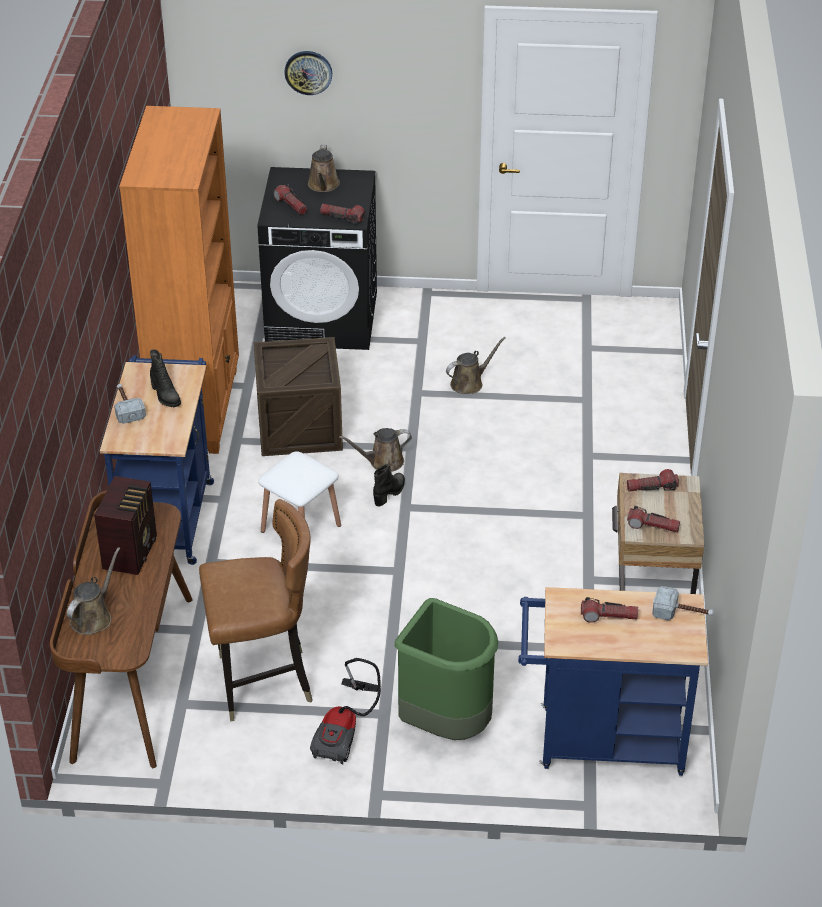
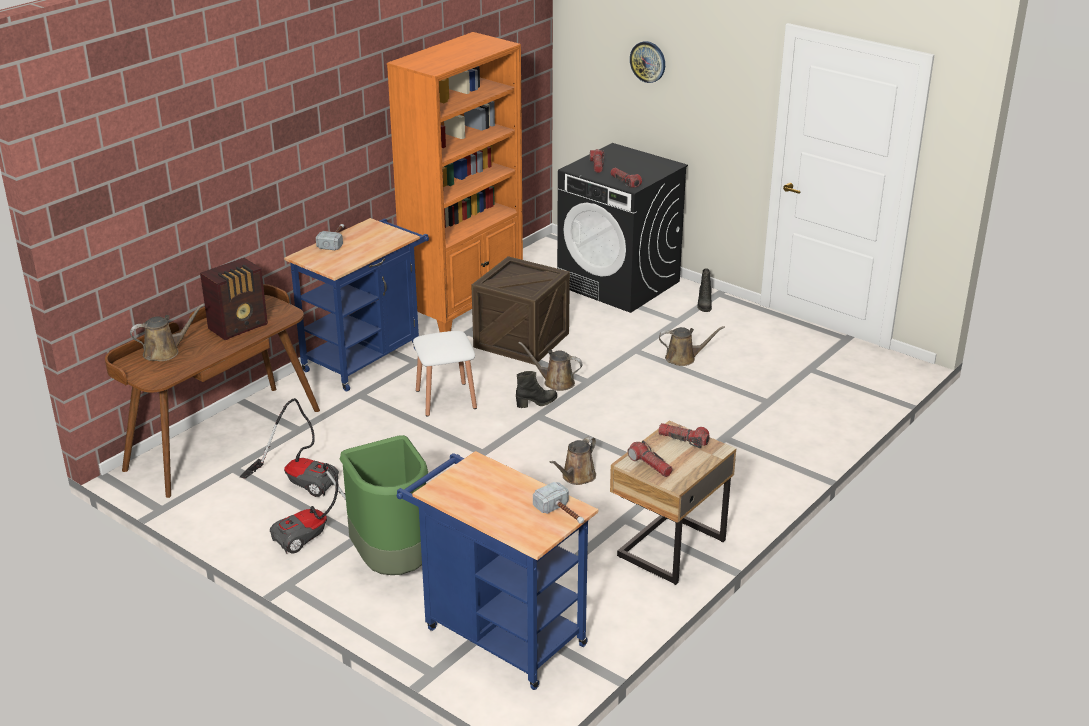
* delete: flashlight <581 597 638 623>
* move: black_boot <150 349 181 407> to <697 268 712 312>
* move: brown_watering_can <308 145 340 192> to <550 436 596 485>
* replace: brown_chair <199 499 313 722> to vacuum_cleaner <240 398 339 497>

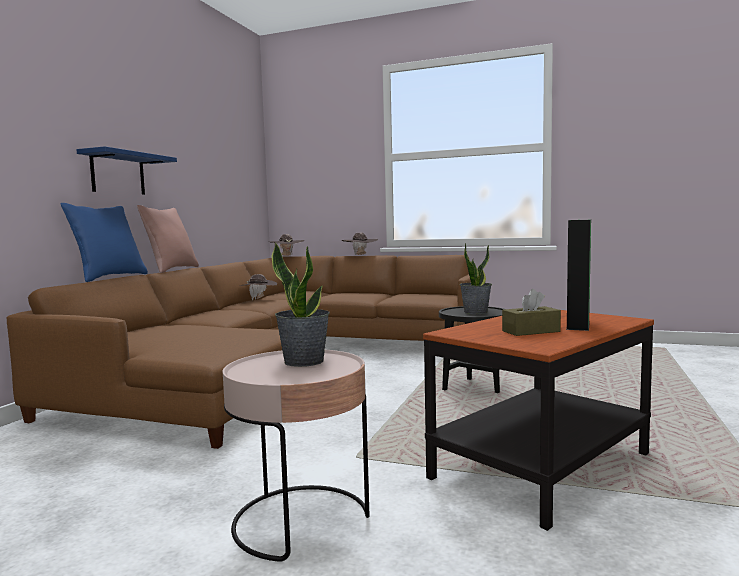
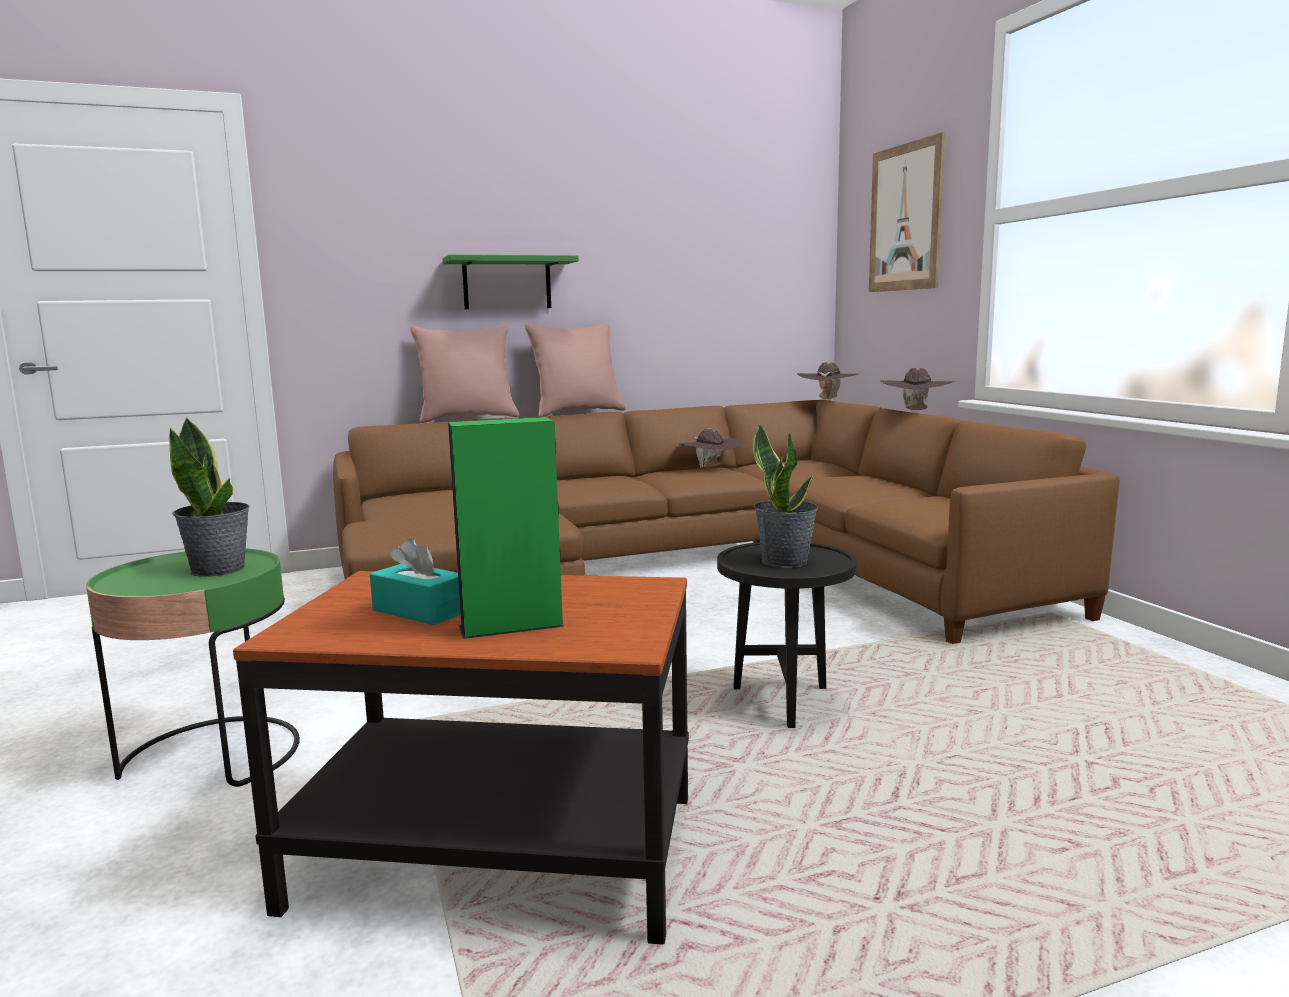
* insert: picture <869 132 945 292>
* recolor: blue_pillow <60 203 148 282> to pink_pillow <410 326 519 423>
* recolor: blue_shelf <77 146 177 195> to green_shelf <443 255 579 309>
* recolor: pink_side_table <223 350 370 562> to green_side_table <86 548 300 787>
* recolor: brown_tissue_box <502 289 561 336> to turquoise_tissue_box <370 538 461 625>

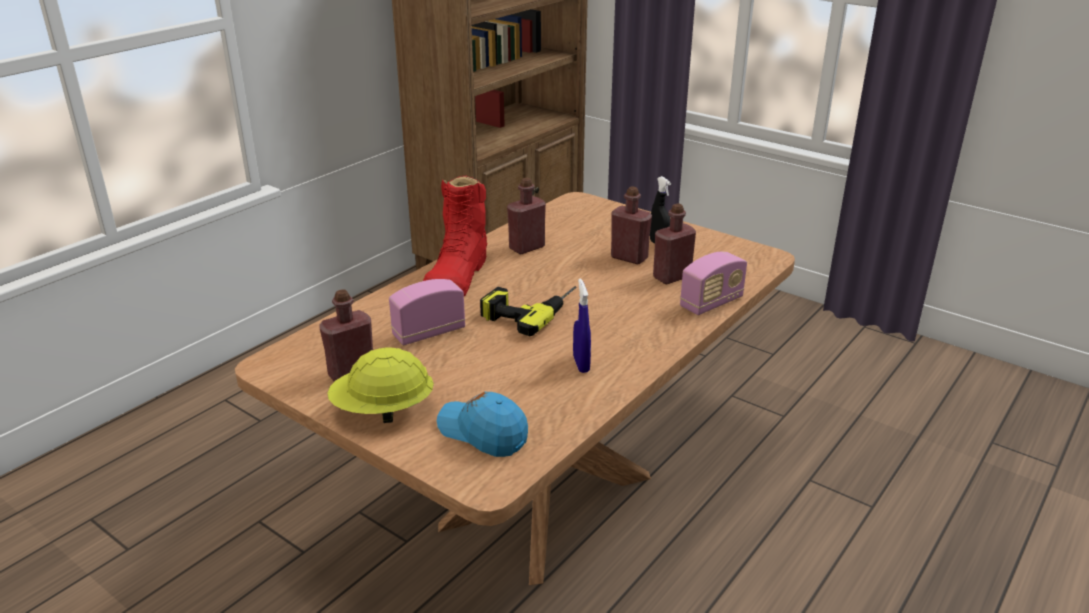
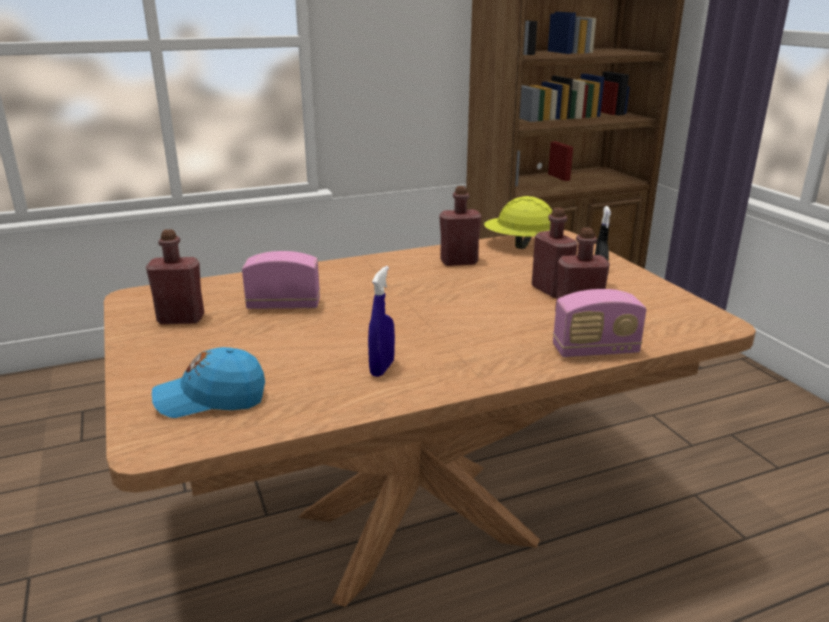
* delete: red_boot <423 176 487 296>
* delete: power_drill <480 286 576 336>
* move: yellow_hard_hat <328 347 434 423> to <484 196 552 249>
* rotate: blue_cap <437 392 528 457> = <152 347 265 418> 75 degrees counterclockwise

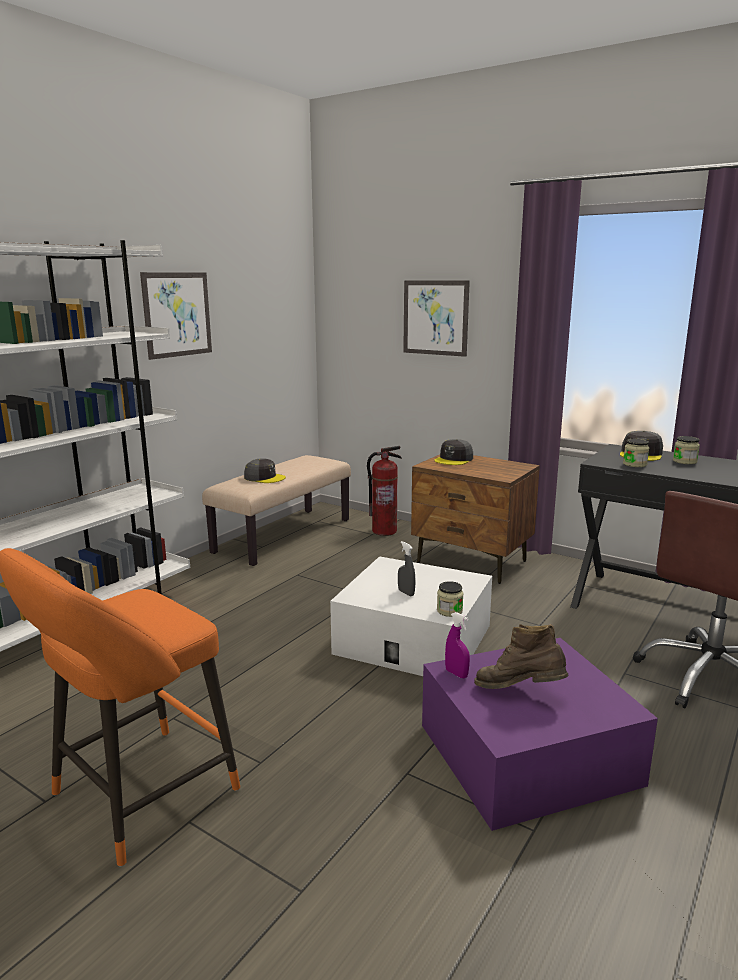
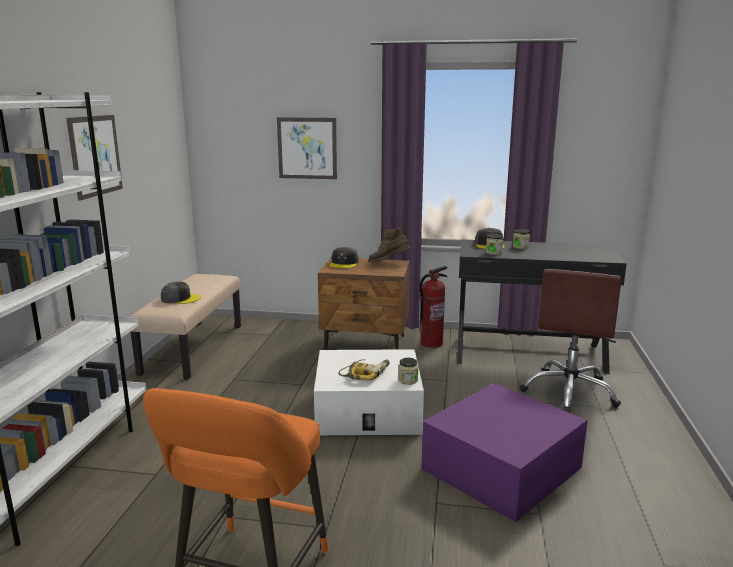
* delete: purple_spray_bottle <445 612 470 678>
* move: fire_extinguisher <367 446 402 536> to <419 266 447 348>
* move: brown_boot <474 624 569 689> to <368 227 411 262>
* replace: grey_spray_bottle <398 541 415 596> to power_drill <339 359 390 381>

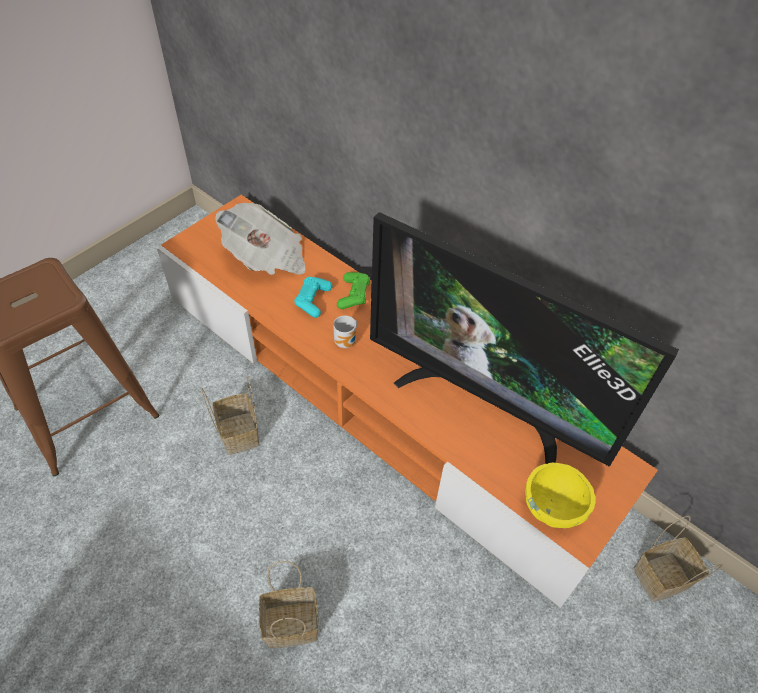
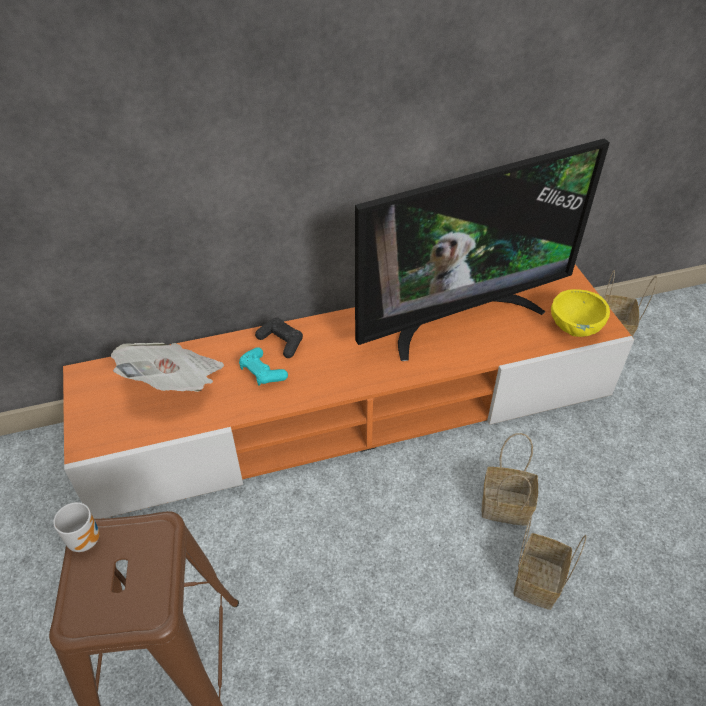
* move: basket <201 376 260 455> to <482 433 538 526>
* move: mug <333 315 358 348> to <53 502 99 552>
* recolor: green_game_controller <337 272 370 309> to black_game_controller <255 318 303 358>

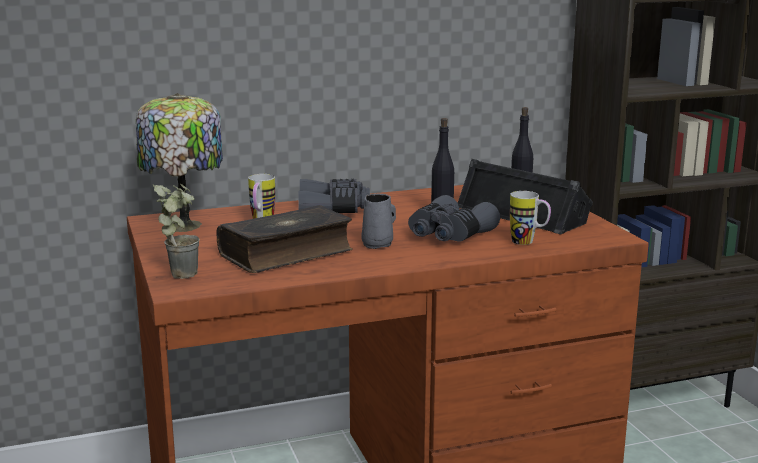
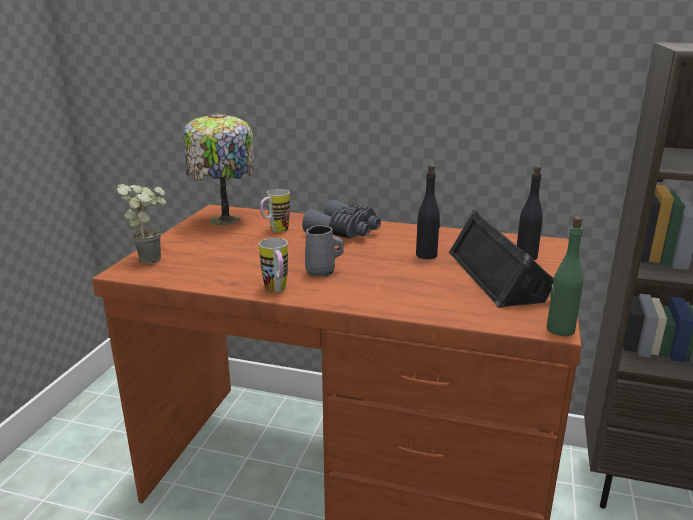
* delete: book <216 205 353 273>
* delete: grey_binoculars <408 195 500 242>
* insert: green_bottle <547 217 584 336>
* move: mug <510 191 551 245> to <259 238 288 292>

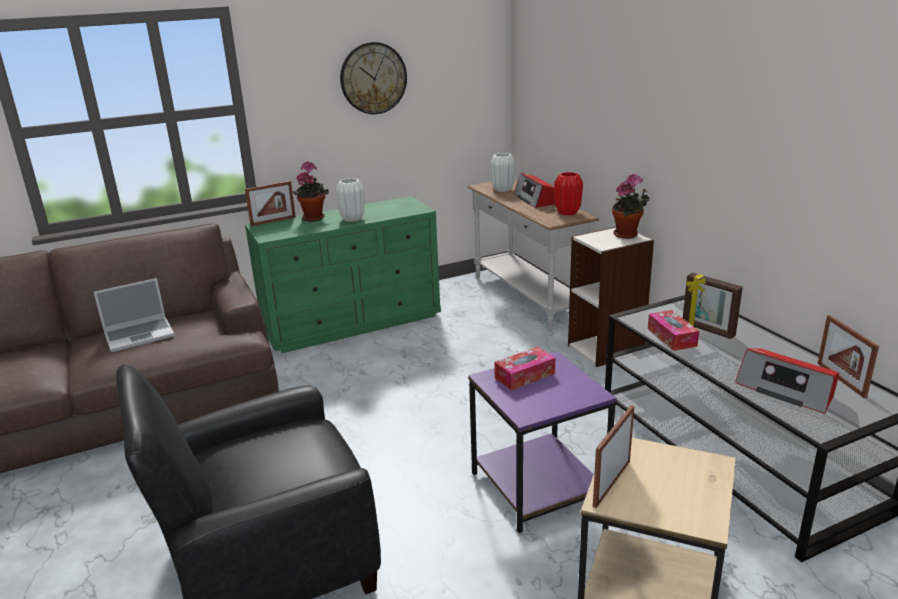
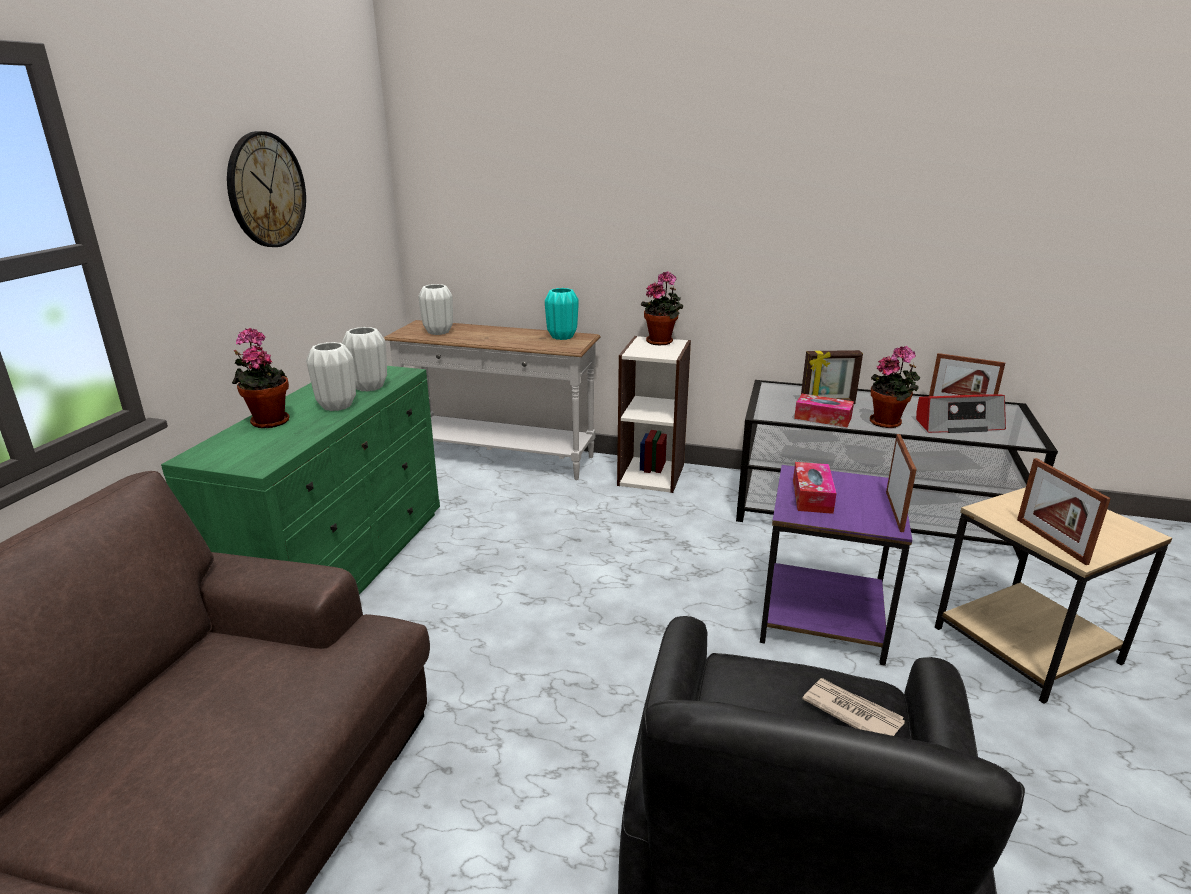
* delete: laptop <94 278 175 352>
* delete: radio <514 173 555 208>
* insert: white_vase <342 327 387 391>
* insert: newspaper <802 678 905 736>
* insert: potted_plant <870 346 920 428>
* move: picture_frame <245 181 296 226> to <886 434 917 532>
* recolor: red_vase <554 172 583 215> to turquoise_vase <545 288 579 340>

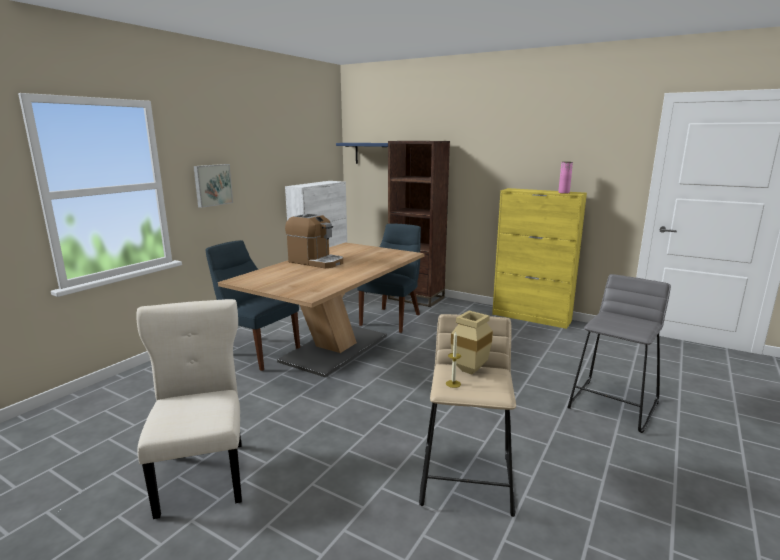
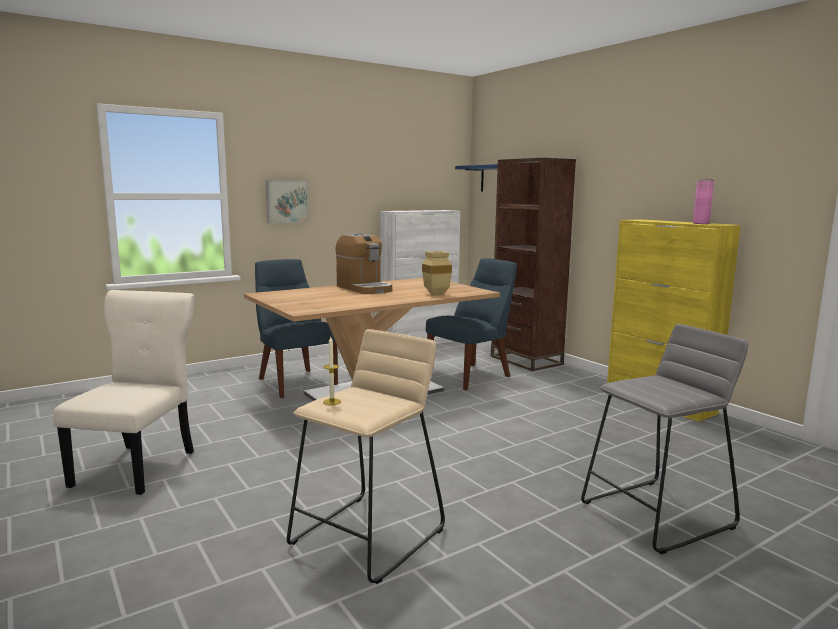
* move: beige_vase <451 311 493 375> to <422 251 452 295>

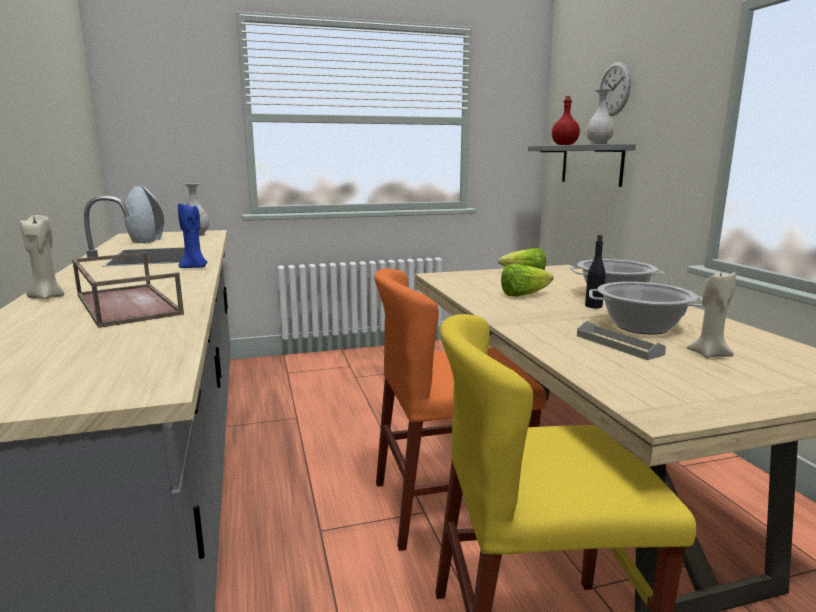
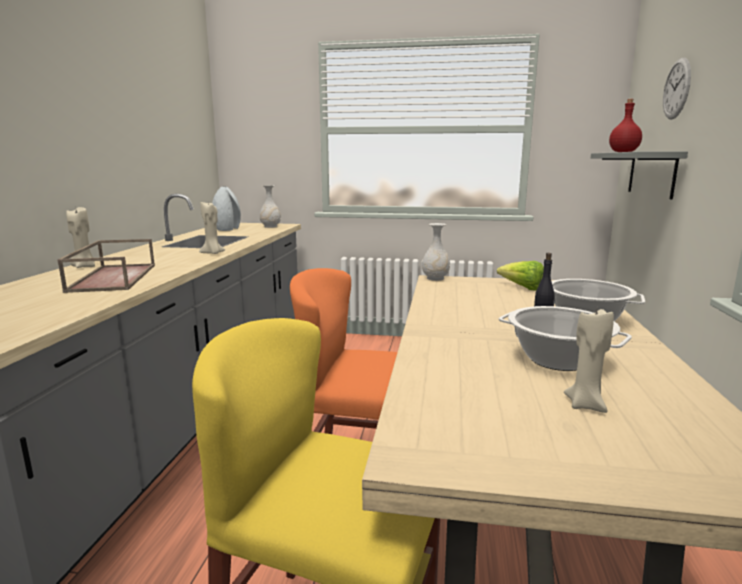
* delete: lettuce <501 264 554 297>
* delete: grey_tray <577 321 666 360>
* move: white_vase <586 89 614 144> to <422 223 450 281>
* recolor: blue_candle <178 204 208 268> to beige_candle <199 200 225 254>

